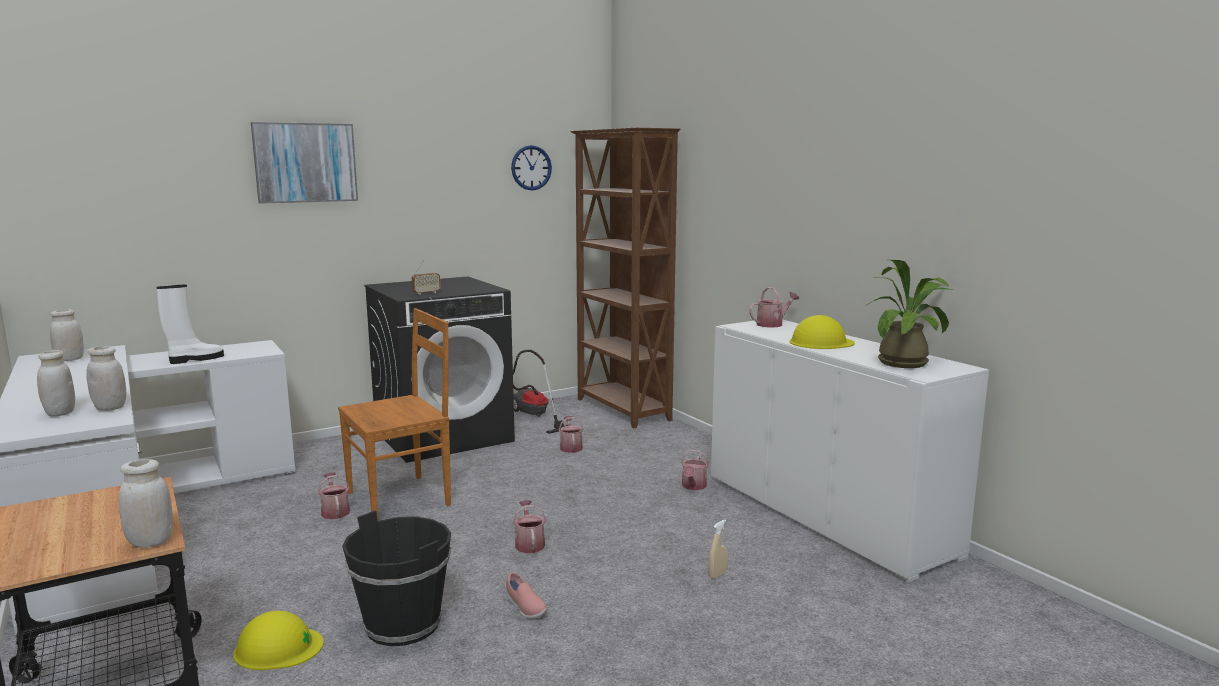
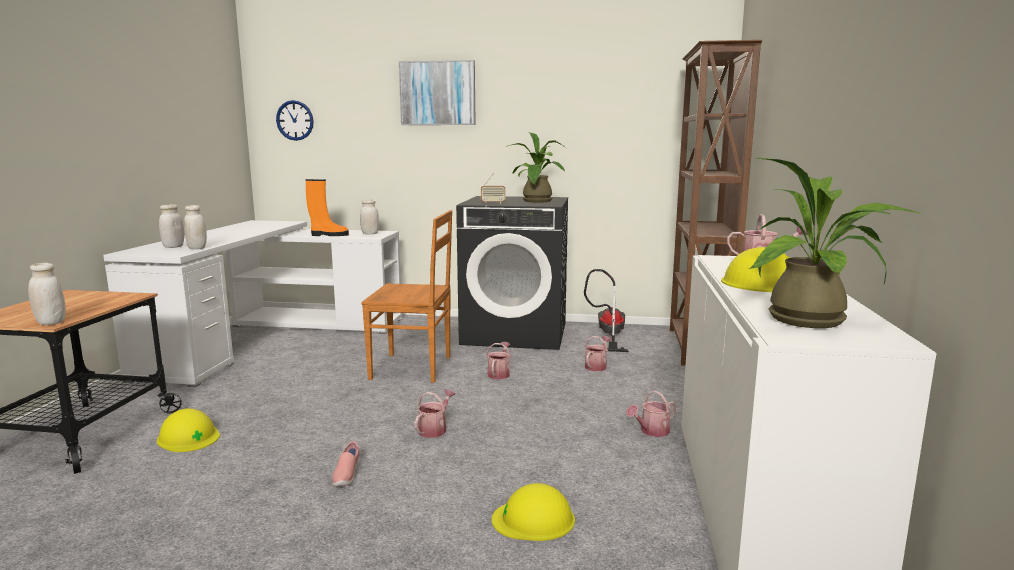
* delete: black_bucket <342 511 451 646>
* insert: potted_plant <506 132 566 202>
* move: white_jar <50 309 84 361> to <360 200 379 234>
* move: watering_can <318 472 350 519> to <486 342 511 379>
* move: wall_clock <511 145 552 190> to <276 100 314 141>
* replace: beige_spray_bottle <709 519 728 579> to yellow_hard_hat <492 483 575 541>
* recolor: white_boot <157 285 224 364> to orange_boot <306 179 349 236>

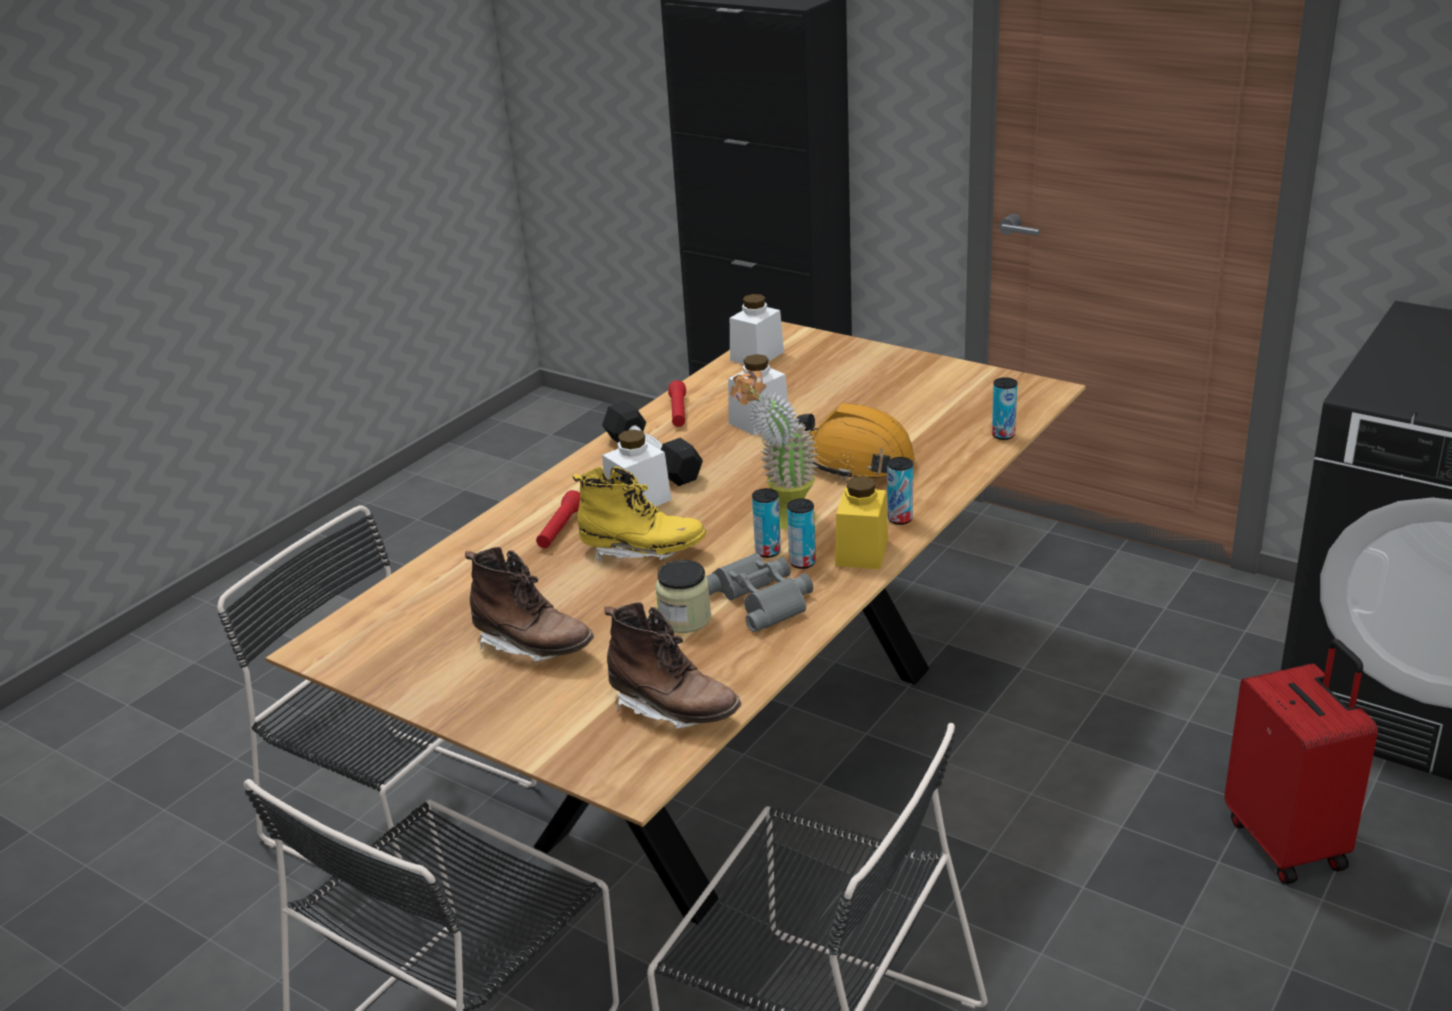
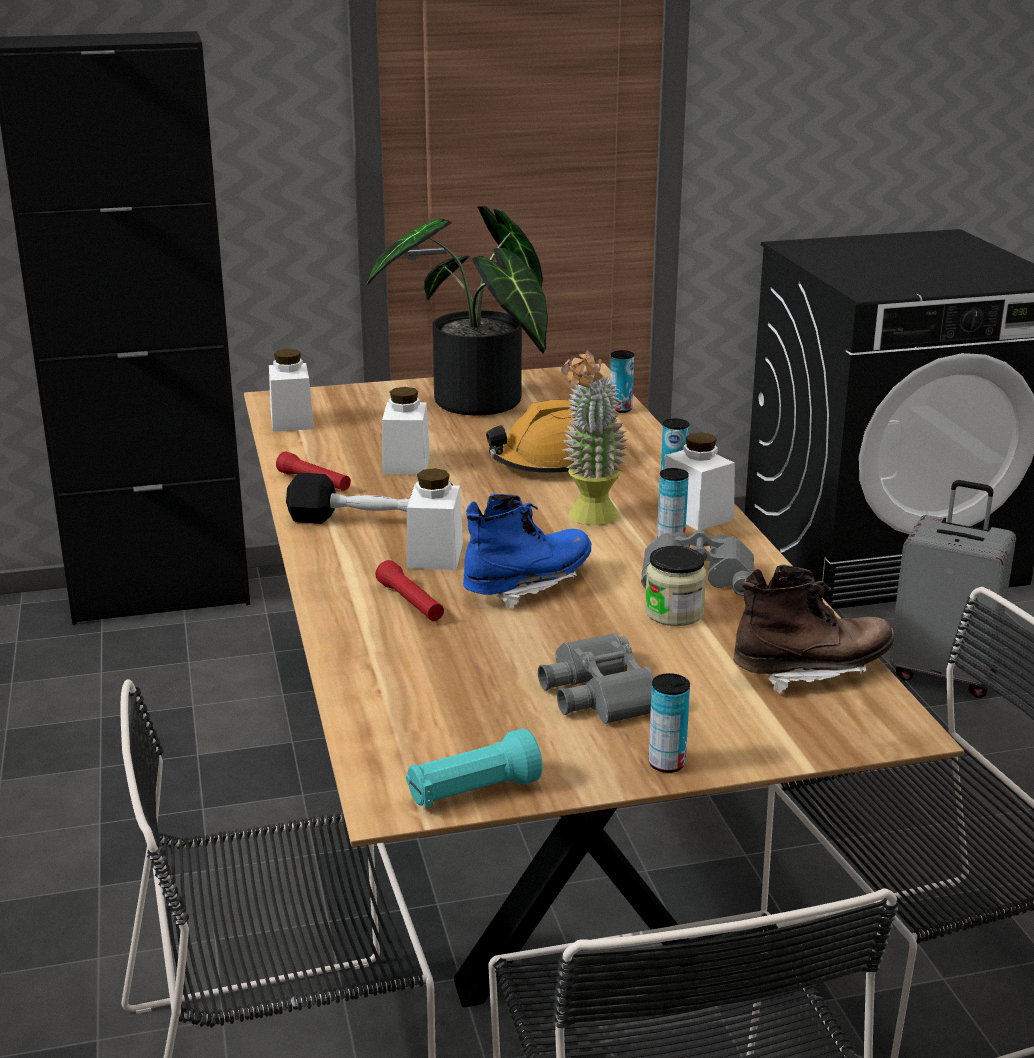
* insert: potted_plant <366 206 548 416>
* insert: turquoise_flashlight <406 728 543 807>
* move: can <752 488 781 558> to <649 673 690 773>
* replace: brown_boot <465 547 594 662> to grey_binoculars <538 633 654 724>
* recolor: yellow_boot <572 466 707 563> to blue_boot <463 494 592 609>
* recolor: yellow_jar <835 476 888 569> to white_jar <664 432 735 531>
* recolor: red_suitcase <1224 639 1378 884> to grey_suitcase <889 480 1016 698>

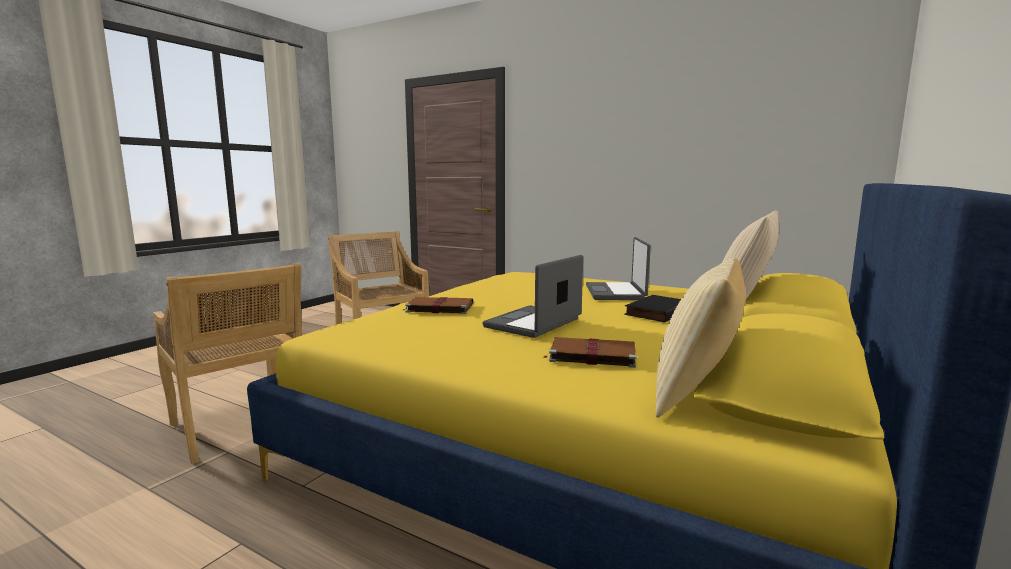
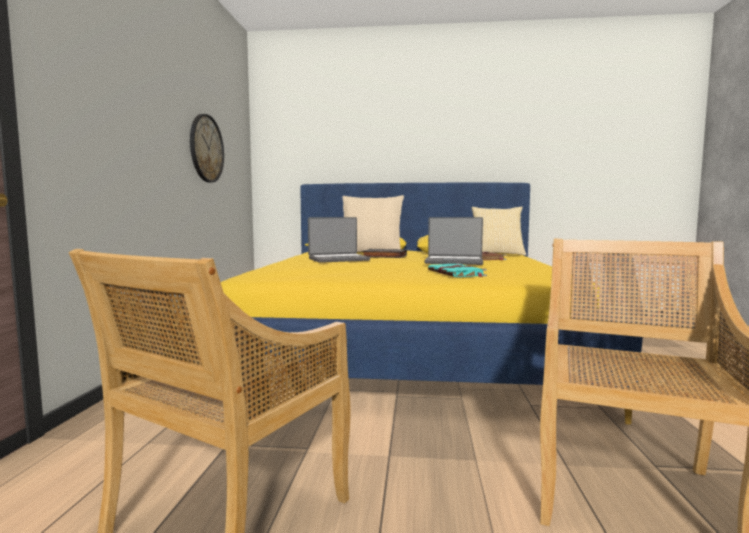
* insert: wall_clock <190 114 224 182>
* recolor: brown_book <404 297 473 314> to turquoise_book <428 263 487 277>

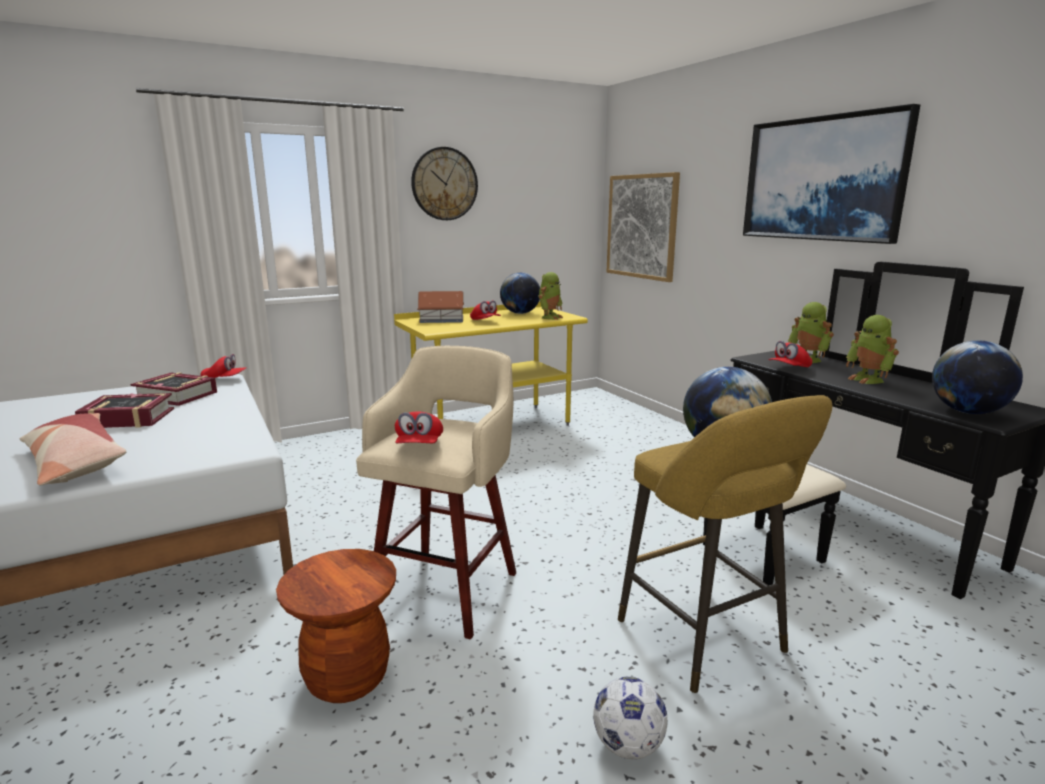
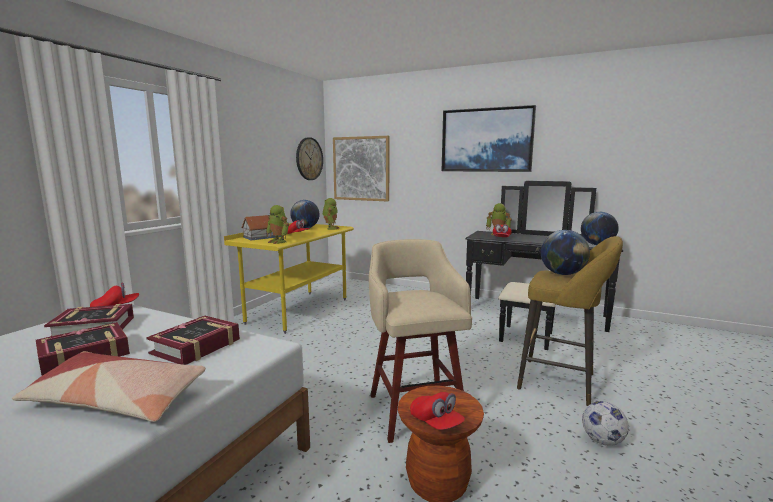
* insert: book <146 316 240 365>
* move: red_cap <395 412 443 443> to <410 392 465 430>
* move: wall_clock <411 147 478 220> to <296 137 323 180>
* move: toy_robot <846 315 899 384> to <266 205 289 244>

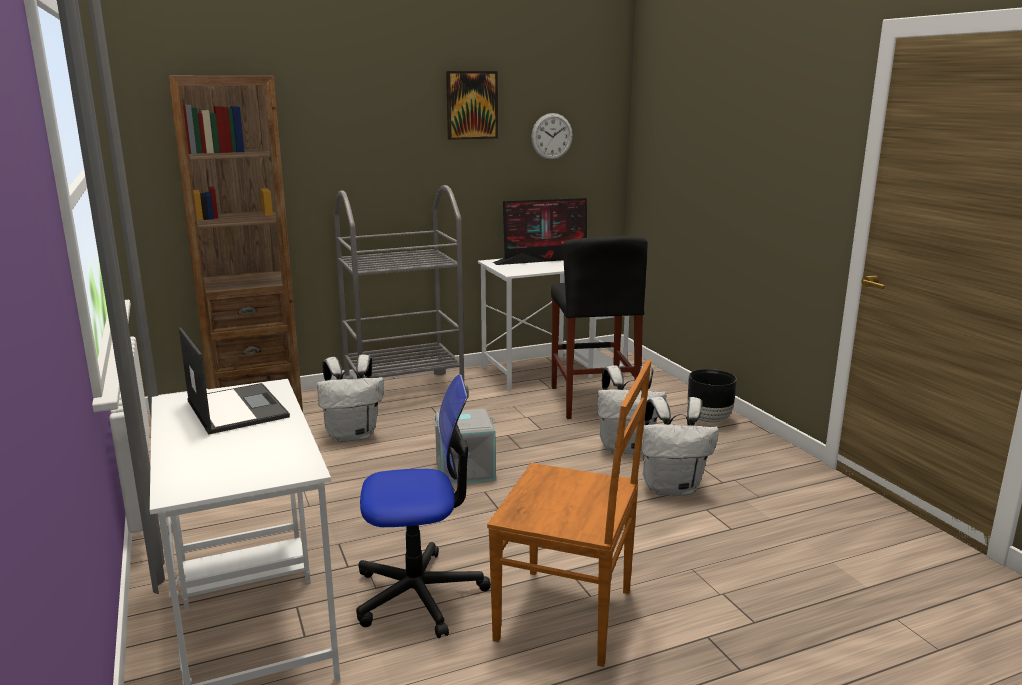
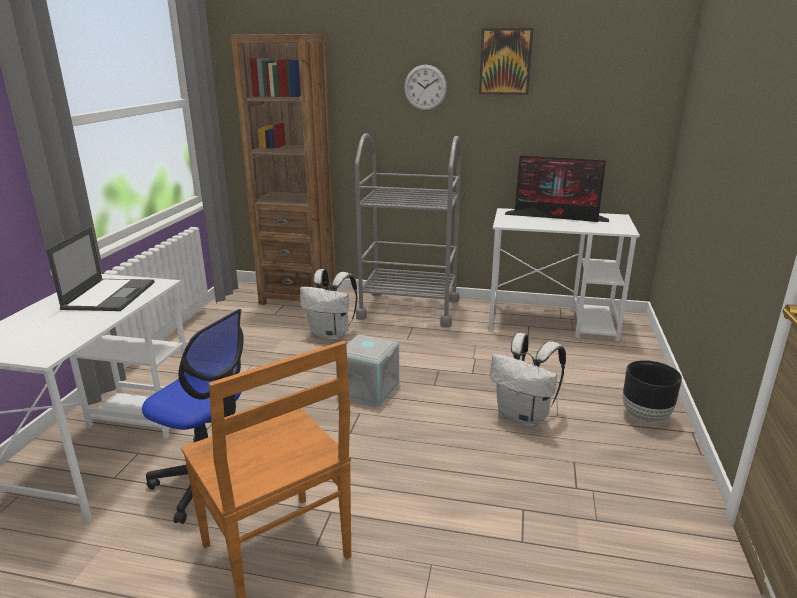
* delete: black_stool <551 236 648 419>
* delete: white_backpack <642 397 719 496>
* move: wall_clock <531 113 573 160> to <404 65 447 110>

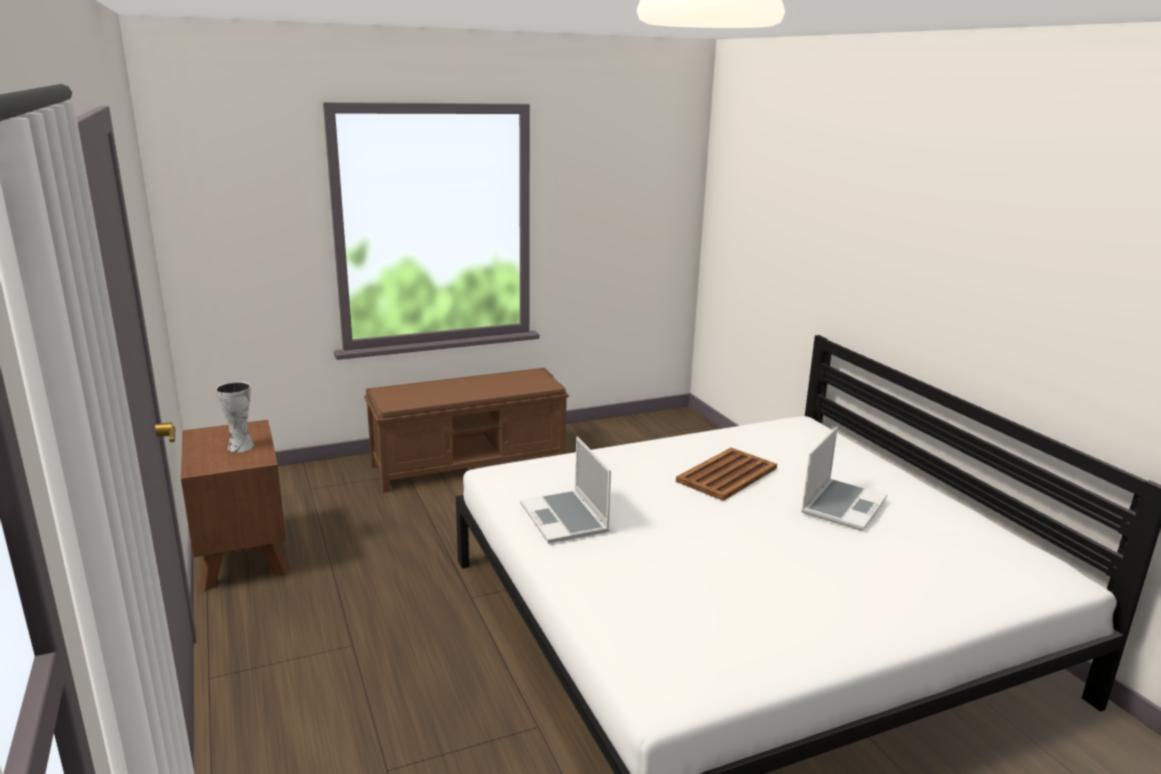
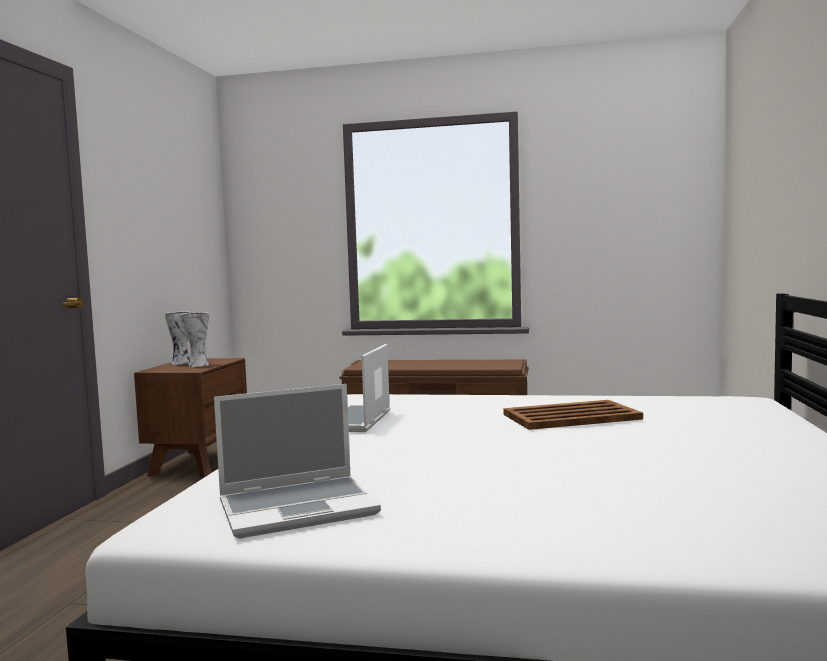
* insert: vase <165 312 191 365>
* move: laptop <801 426 887 531> to <214 384 381 539>

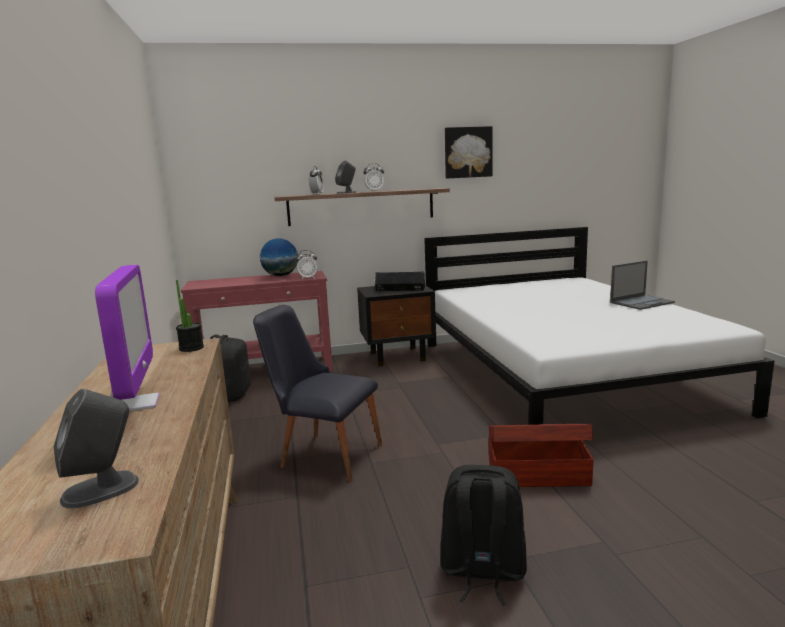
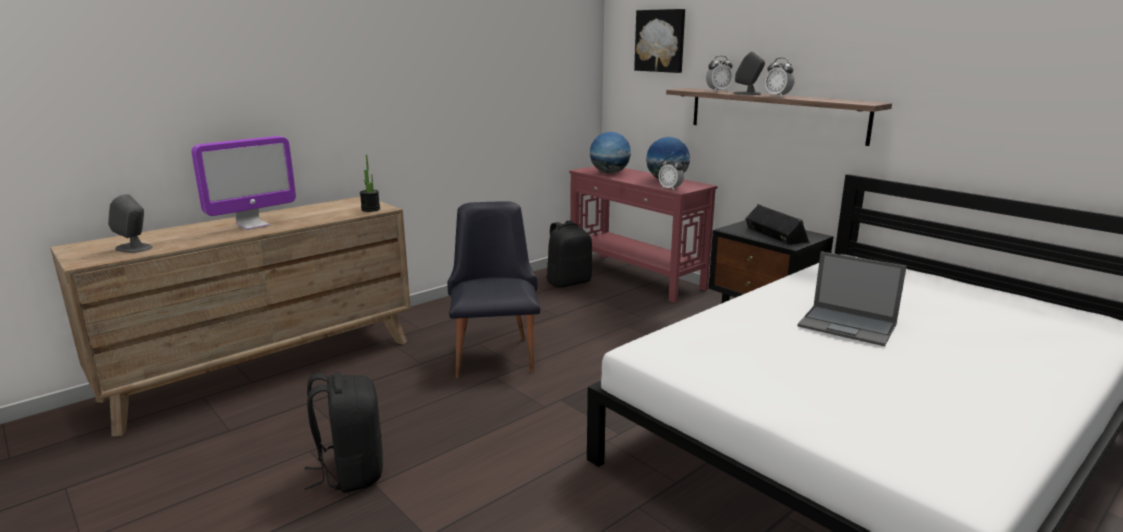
* delete: brown_storage_box <489 424 594 487>
* insert: globe <590 132 631 174>
* move: picture <445 126 492 178> to <634 9 685 73>
* move: laptop <610 261 675 310> to <797 251 907 346>

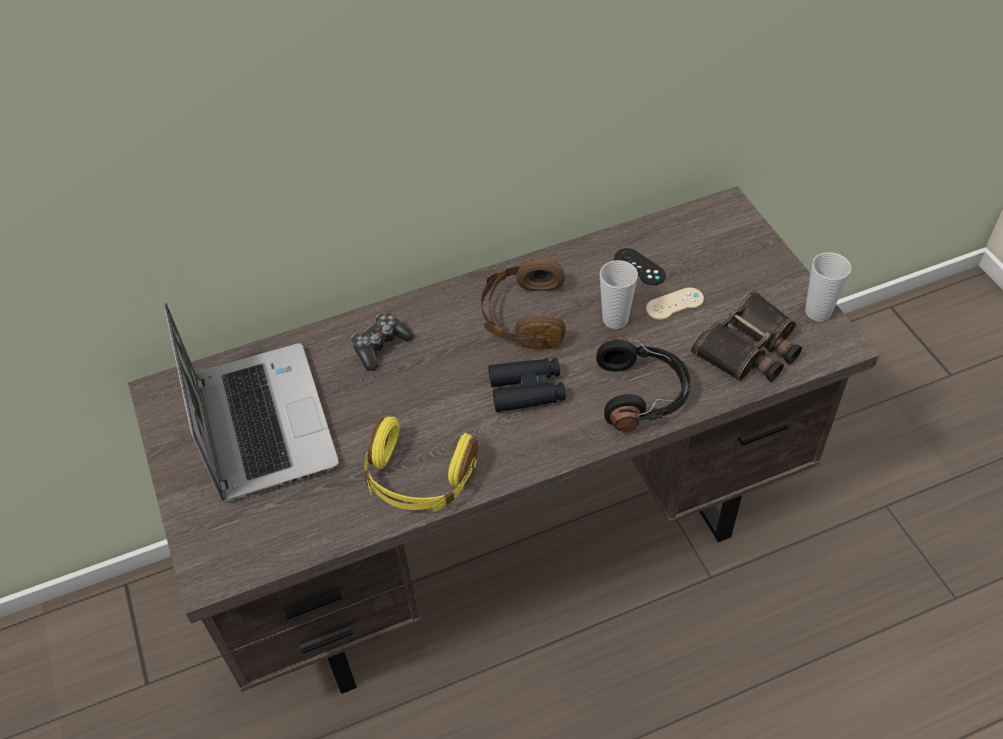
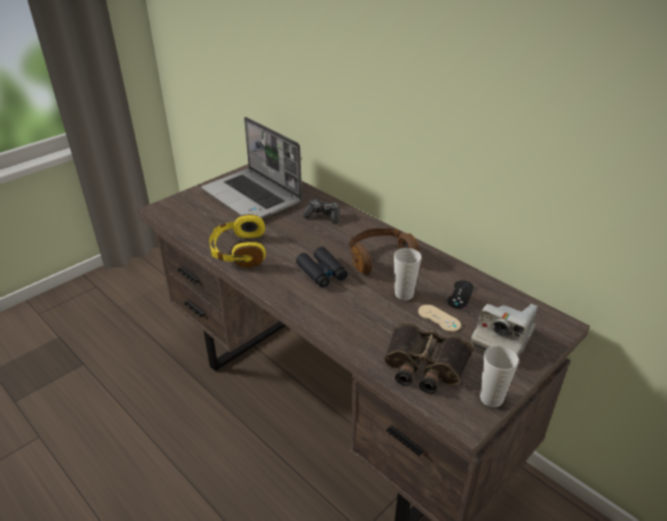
* delete: black_headphones <596 336 691 431>
* insert: photo_camera <471 304 538 357>
* rotate: laptop <165 303 339 502> = <201 117 302 219> 90 degrees clockwise

